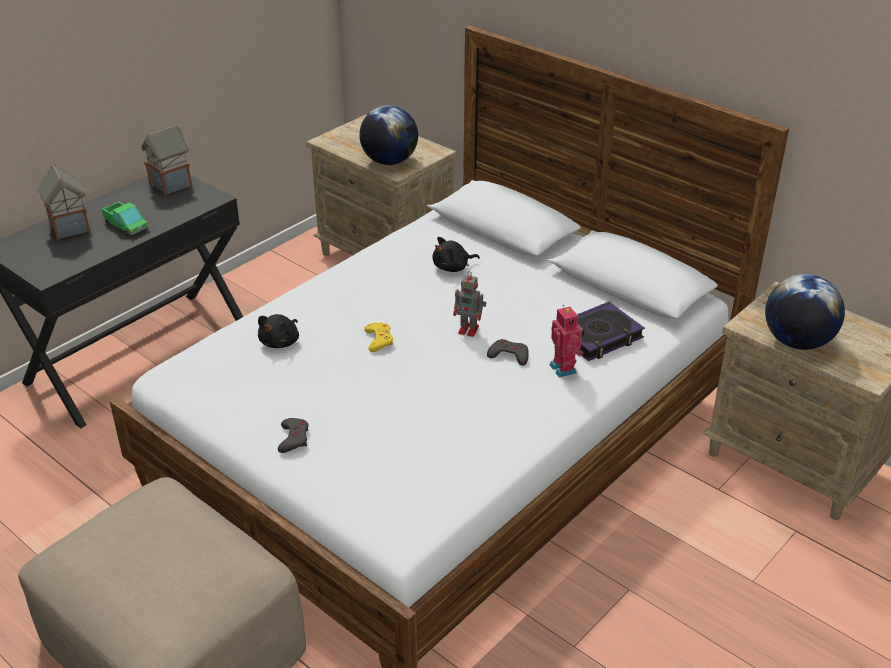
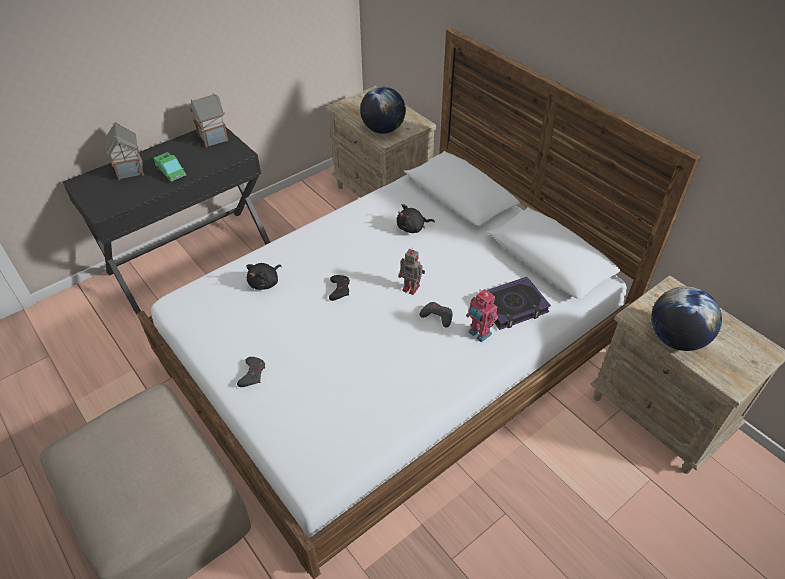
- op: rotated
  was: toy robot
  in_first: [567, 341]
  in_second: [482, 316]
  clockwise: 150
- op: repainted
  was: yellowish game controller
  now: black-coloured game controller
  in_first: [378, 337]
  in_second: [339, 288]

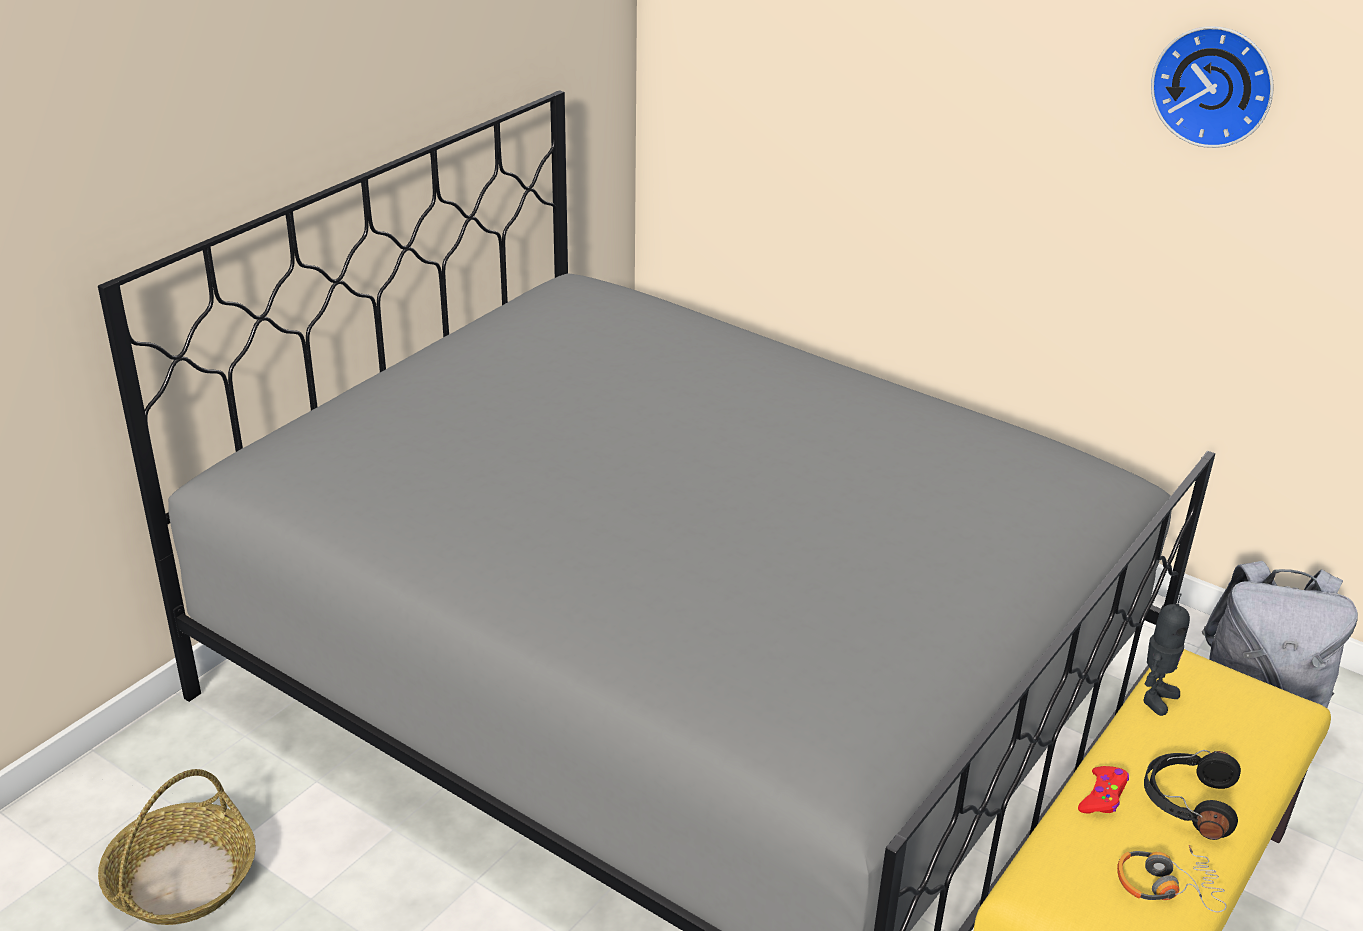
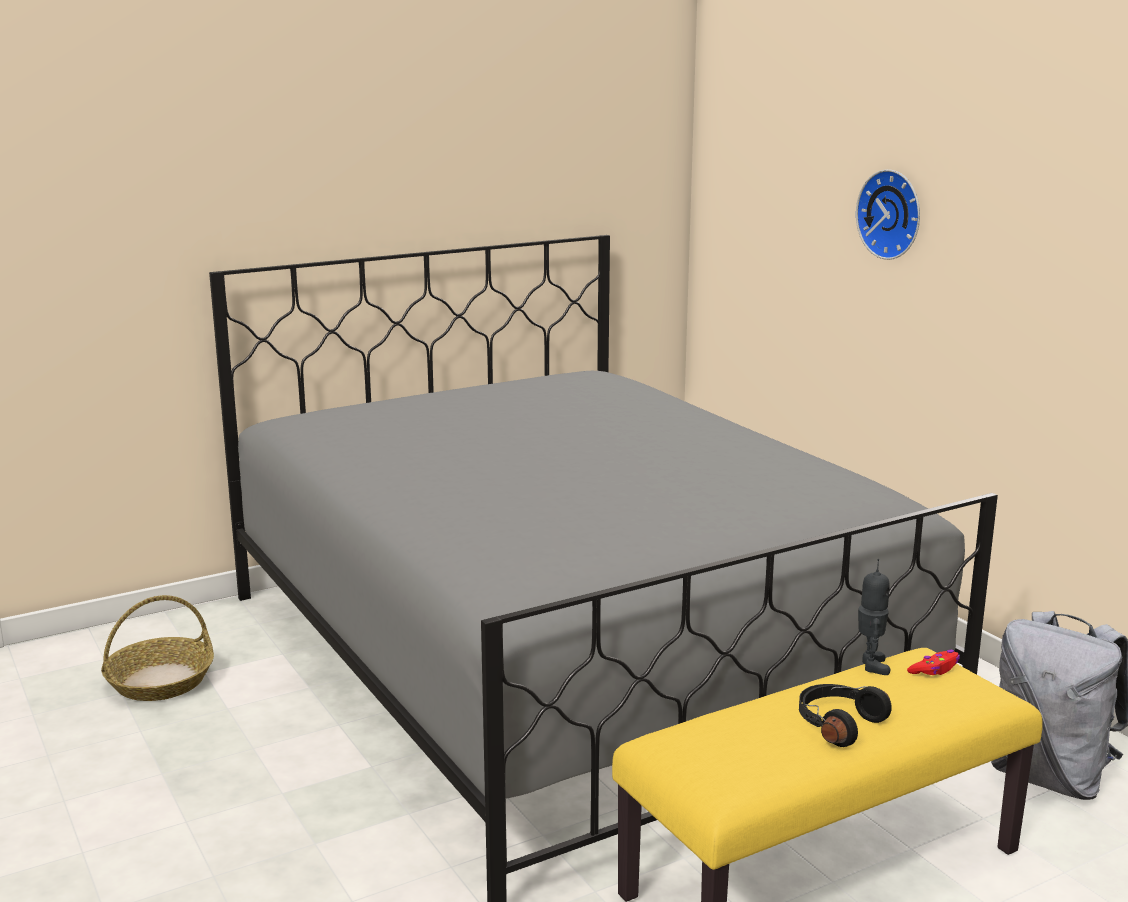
- op: shifted
  was: hanging clock
  in_first: [1212, 87]
  in_second: [888, 214]
- op: rotated
  was: toy robot
  in_first: [1166, 654]
  in_second: [874, 617]
  clockwise: -60
- op: shifted
  was: reddish game controller
  in_first: [1103, 790]
  in_second: [933, 662]
- op: gone
  was: pair of headphones
  in_first: [1171, 878]

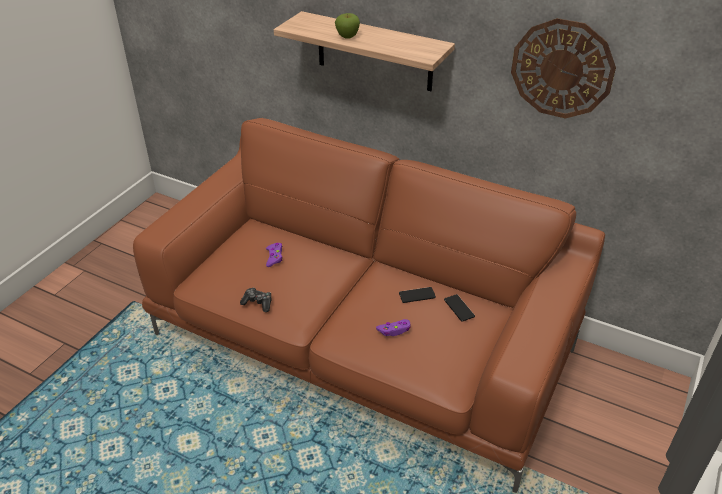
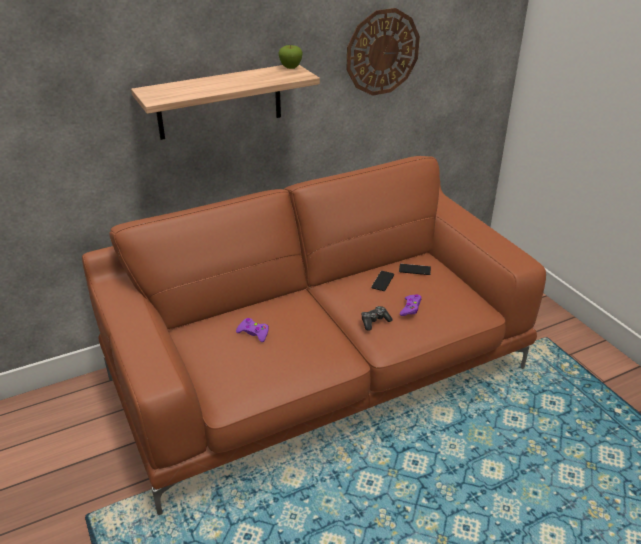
- op: shifted
  was: whole apple
  in_first: [347, 26]
  in_second: [290, 57]
- op: shifted
  was: game controller
  in_first: [255, 300]
  in_second: [377, 318]

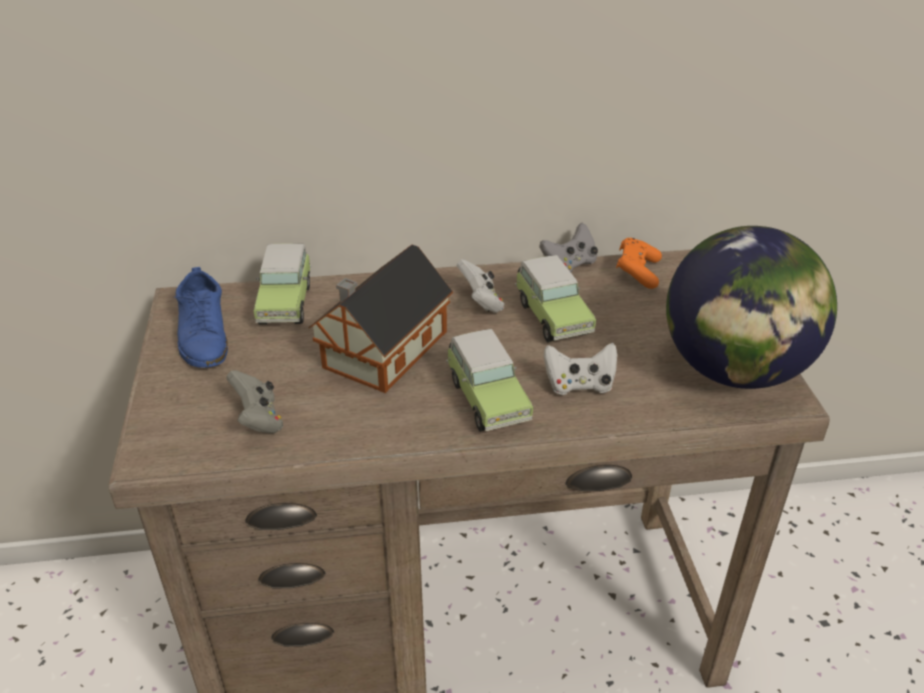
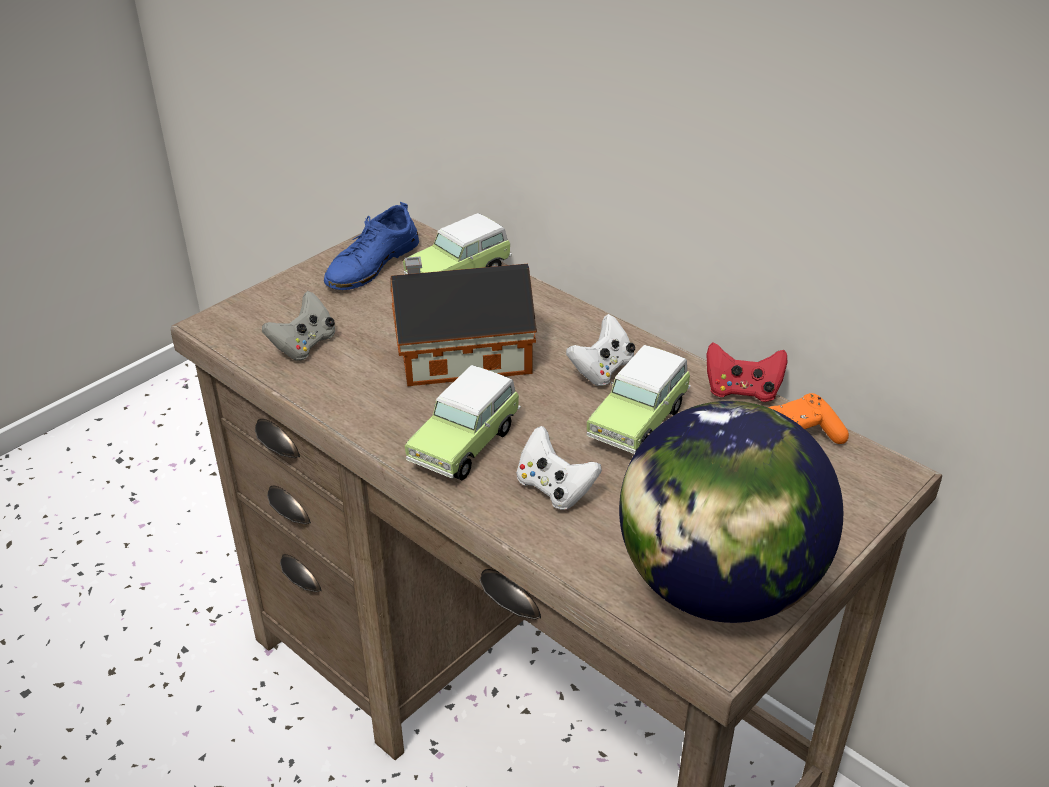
- op: repainted
  was: gray game controller
  now: reddish game controller
  in_first: [568, 247]
  in_second: [746, 372]

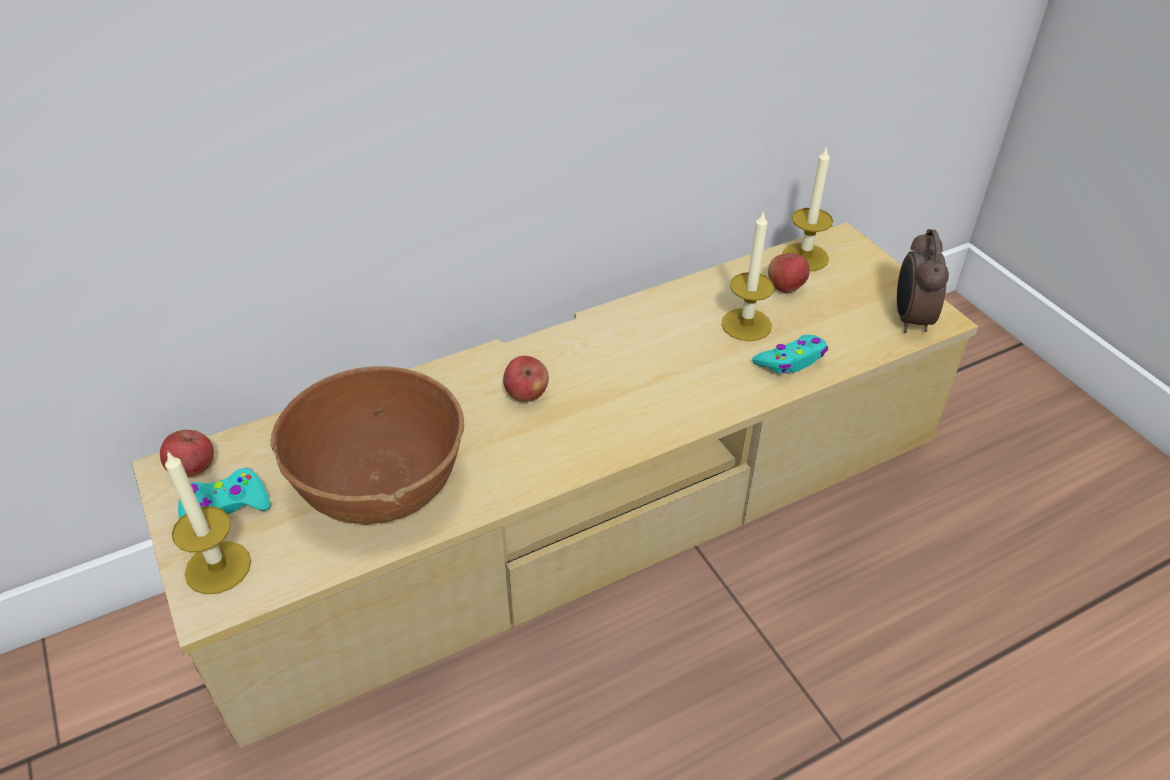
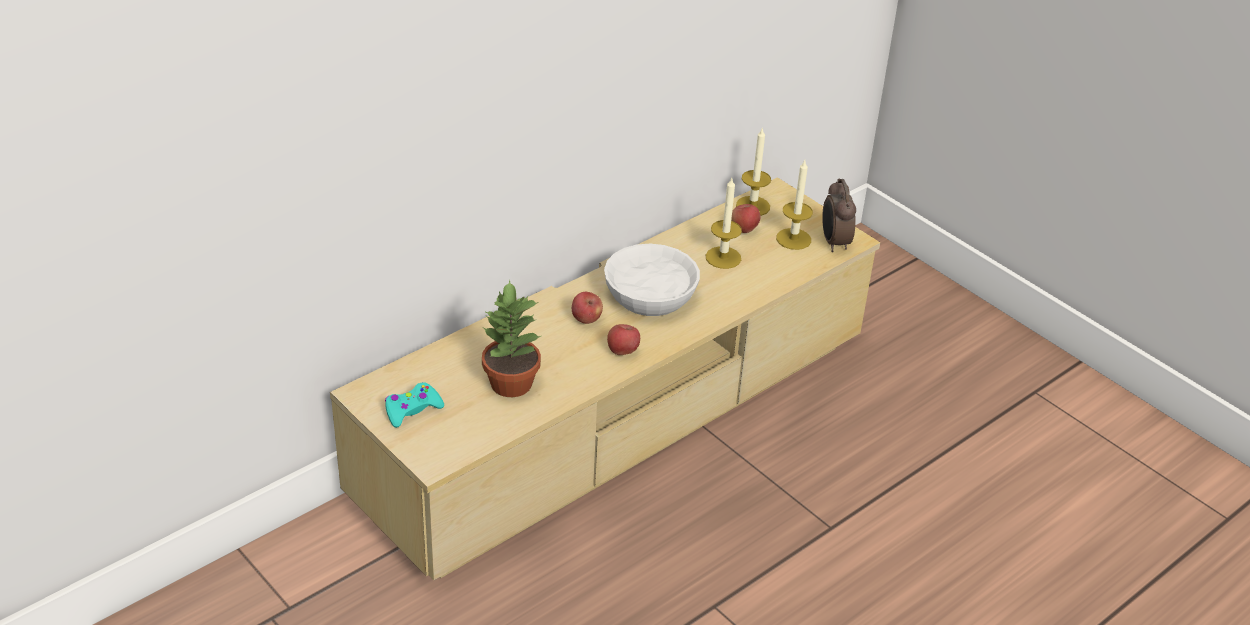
- op: gone
  was: turquoise-coloured game controller
  in_first: [790, 354]
- op: swapped
  was: brown serving bowl
  now: houseplant
  in_first: [367, 445]
  in_second: [511, 338]
- op: shifted
  was: whole apple
  in_first: [187, 453]
  in_second: [623, 339]
- op: shifted
  was: candle
  in_first: [208, 522]
  in_second: [794, 205]
- op: new
  now: whitish serving bowl
  in_second: [652, 280]

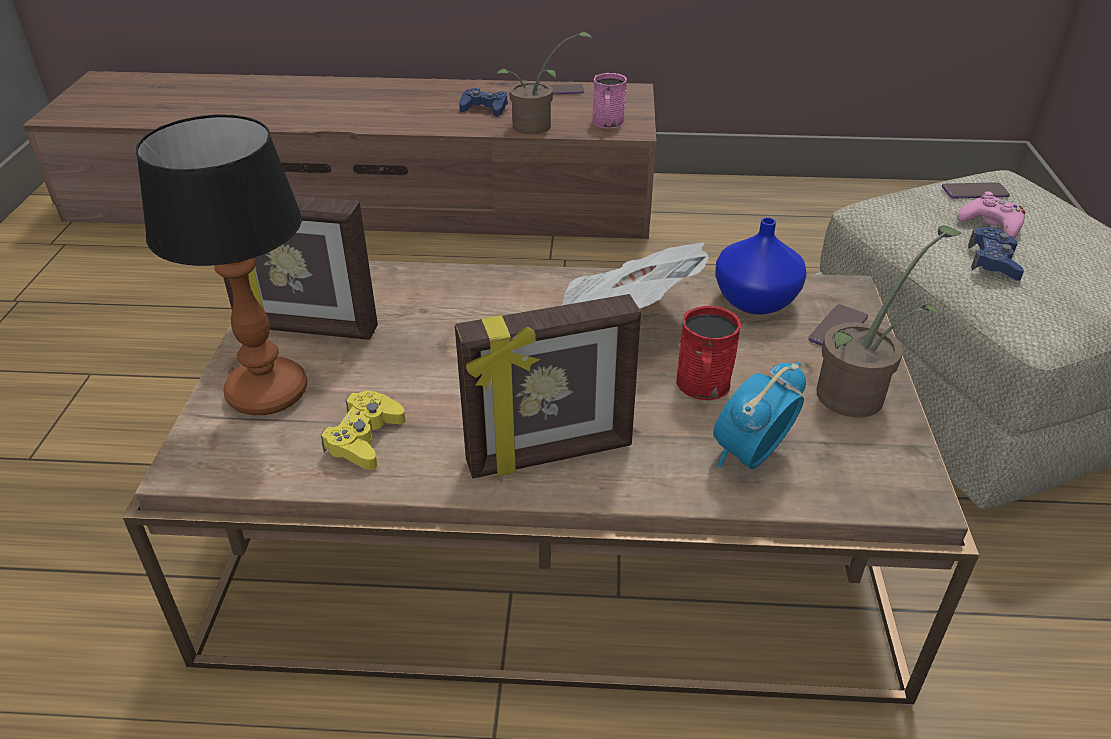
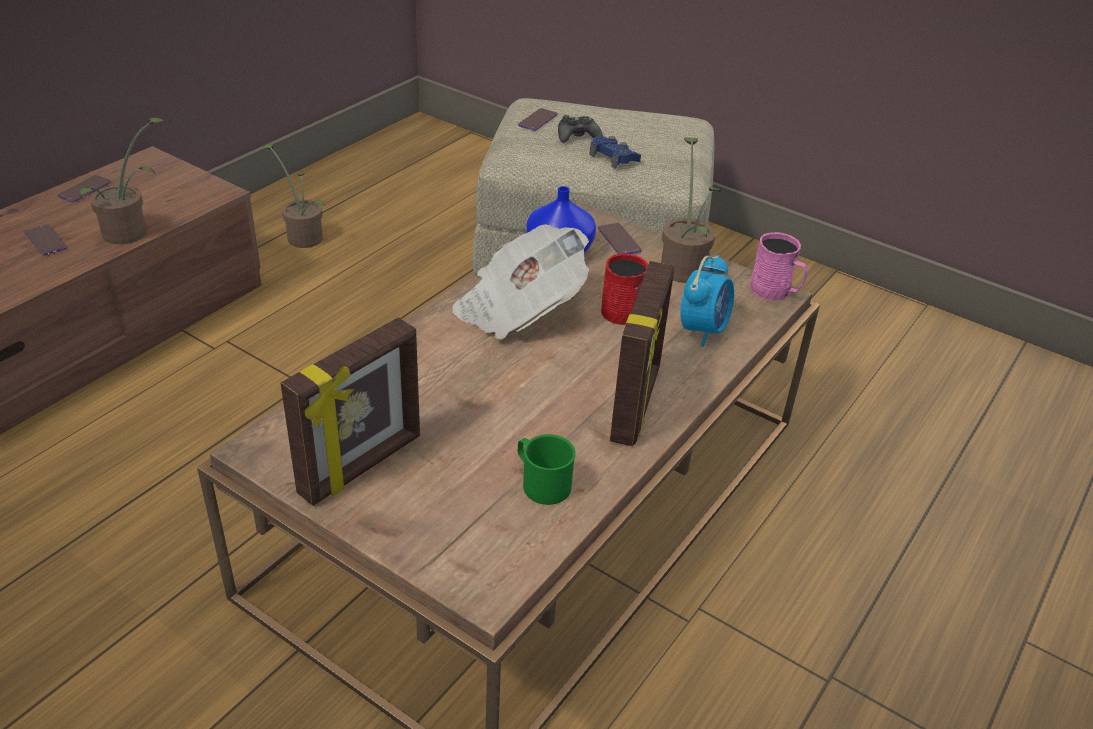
- op: shifted
  was: pinkish mug
  in_first: [609, 100]
  in_second: [778, 266]
- op: swapped
  was: blue game controller
  now: phone
  in_first: [483, 102]
  in_second: [45, 239]
- op: gone
  was: tabletop lamp
  in_first: [221, 264]
- op: repainted
  was: pinkish game controller
  now: black-coloured game controller
  in_first: [991, 214]
  in_second: [580, 129]
- op: rotated
  was: table clock
  in_first: [759, 415]
  in_second: [707, 301]
  clockwise: -135
- op: swapped
  was: yellowish game controller
  now: green mug
  in_first: [363, 430]
  in_second: [547, 469]
- op: new
  now: houseplant
  in_second: [293, 196]

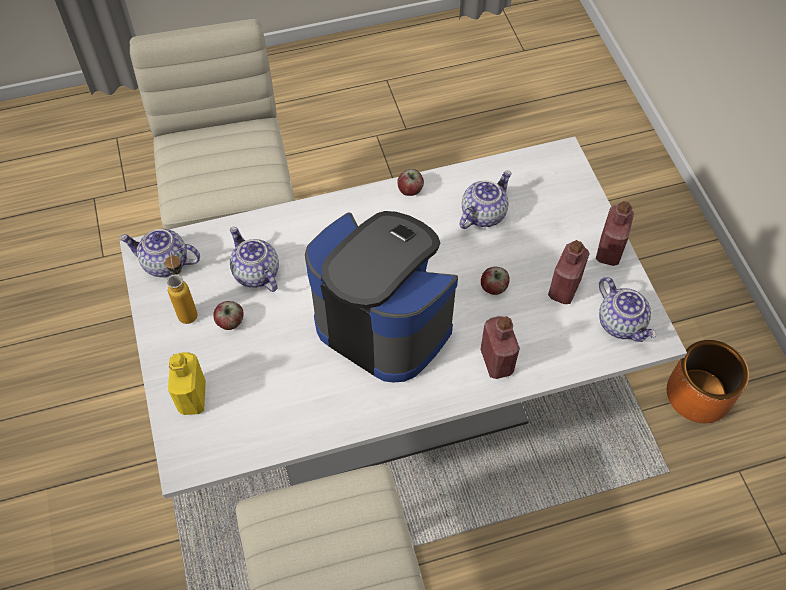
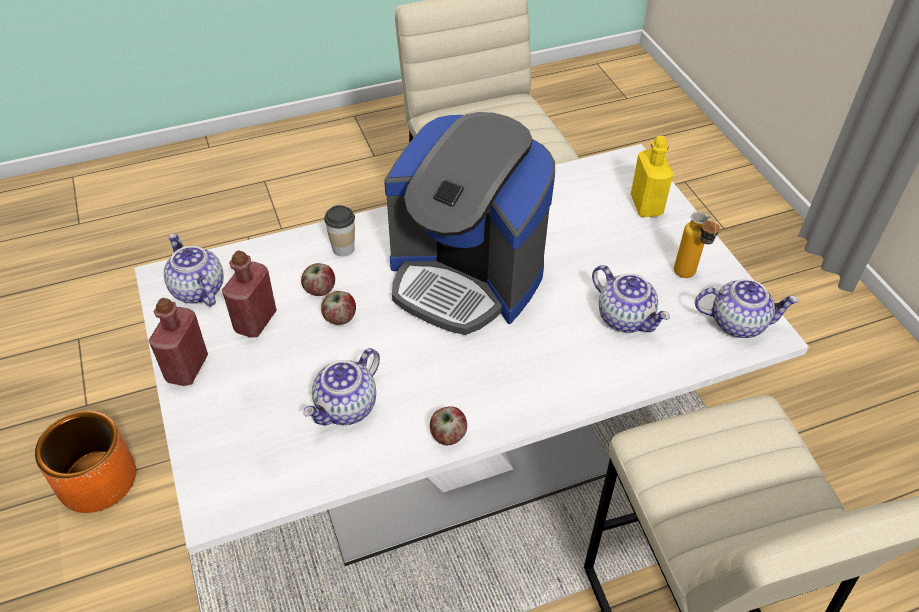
- op: shifted
  was: whole apple
  in_first: [228, 315]
  in_second: [318, 279]
- op: swapped
  was: reddish bottle
  now: drinking cup
  in_first: [500, 347]
  in_second: [339, 230]

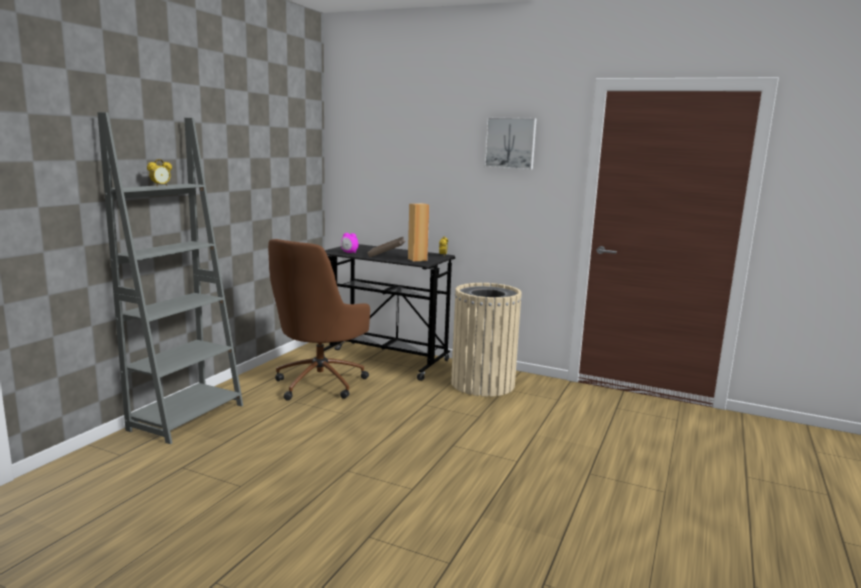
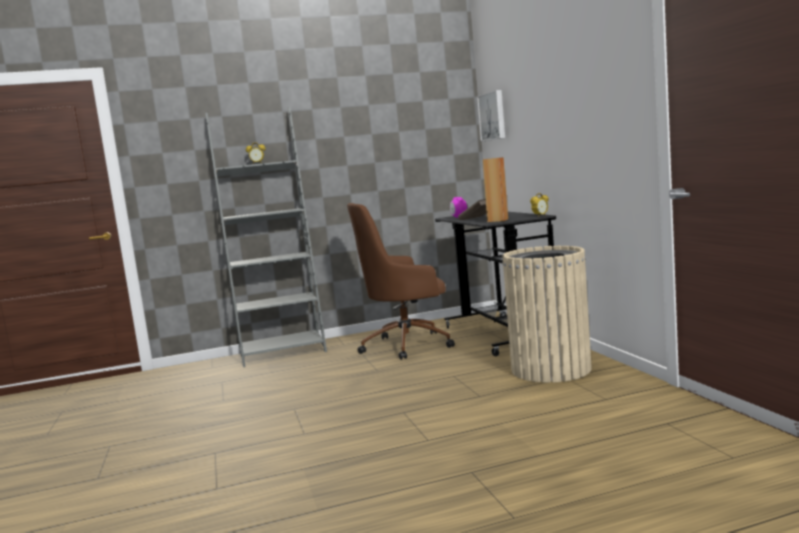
- op: shifted
  was: picture
  in_first: [510, 143]
  in_second: [491, 116]

